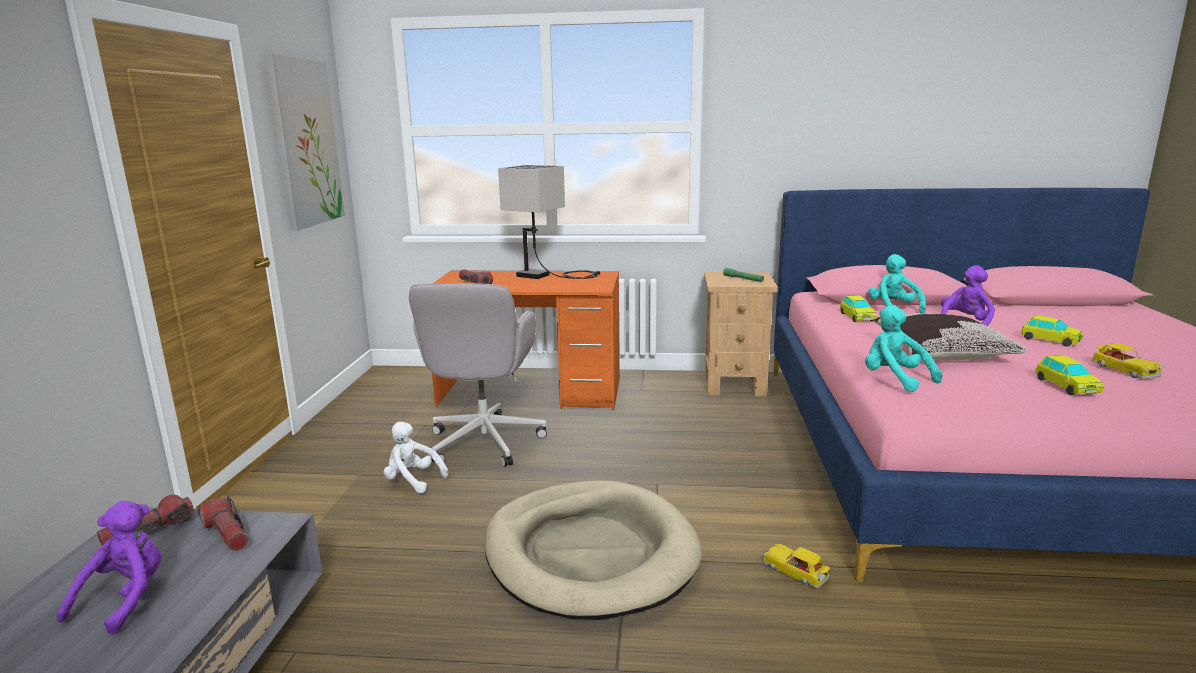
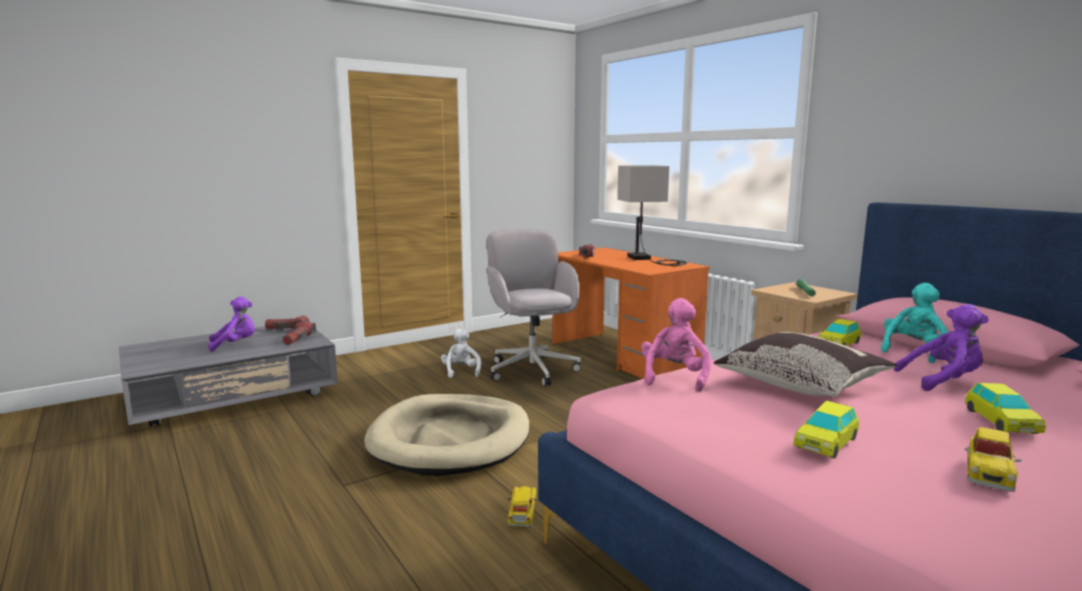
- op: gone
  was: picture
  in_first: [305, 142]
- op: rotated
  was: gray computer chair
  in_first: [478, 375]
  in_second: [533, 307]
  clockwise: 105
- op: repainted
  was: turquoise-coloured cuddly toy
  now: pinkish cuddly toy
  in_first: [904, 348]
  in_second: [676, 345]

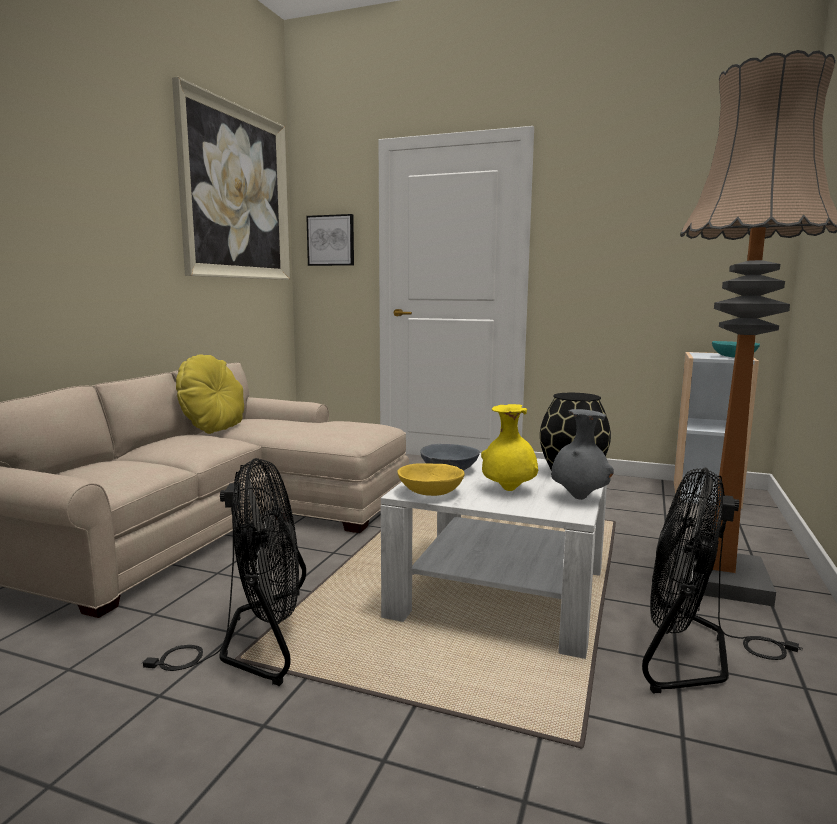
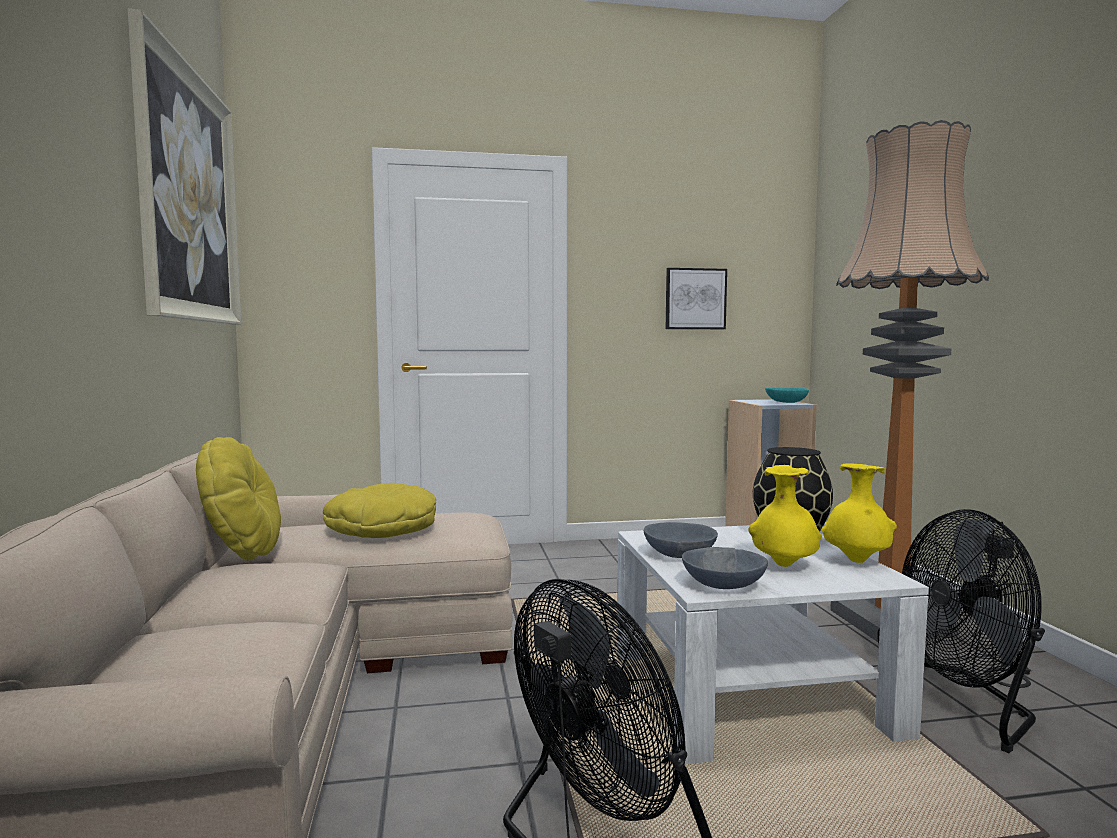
- op: shifted
  was: picture
  in_first: [330, 240]
  in_second: [696, 298]
- op: repainted
  was: gray decorative vase
  now: yellowish decorative vase
  in_first: [582, 454]
  in_second: [859, 513]
- op: repainted
  was: yellowish serving bowl
  now: gray serving bowl
  in_first: [431, 479]
  in_second: [725, 568]
- op: new
  now: yellowish cushion
  in_second: [379, 510]

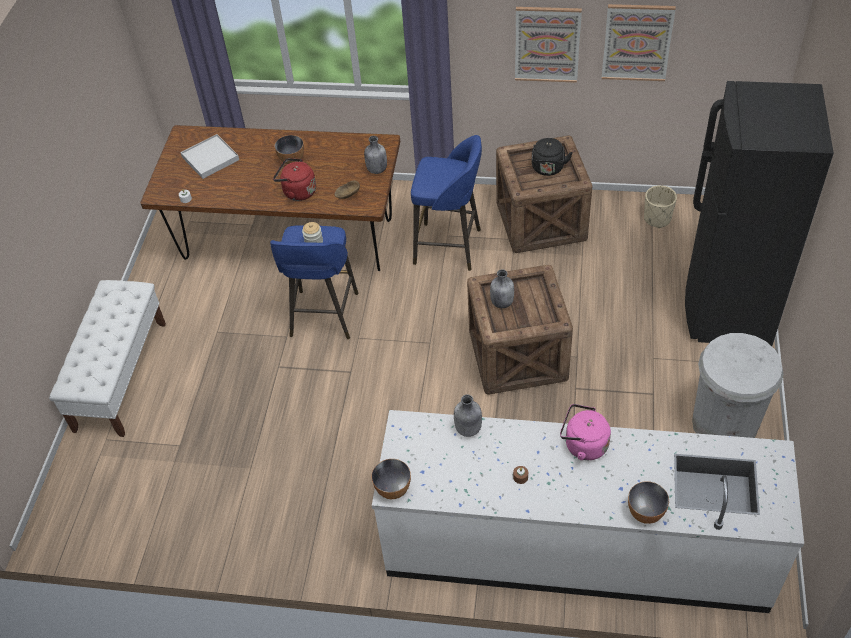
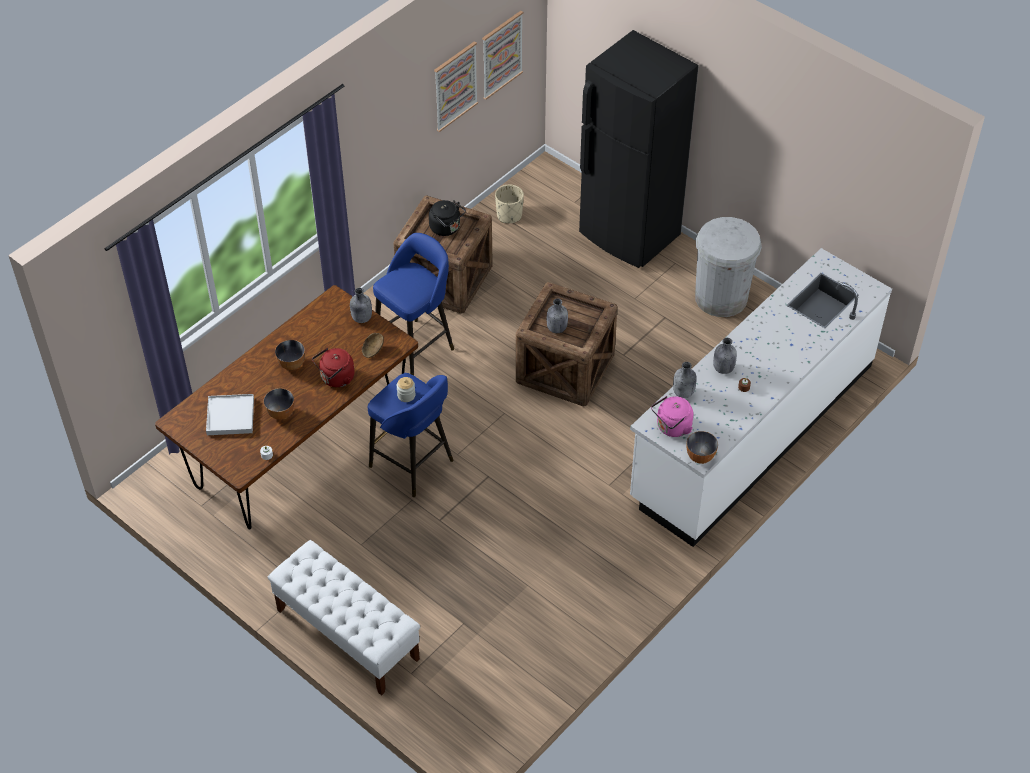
- op: shifted
  was: picture
  in_first: [548, 45]
  in_second: [502, 55]
- op: shifted
  was: pinkish water kettle
  in_first: [585, 432]
  in_second: [672, 416]
- op: shifted
  was: serving bowl
  in_first: [648, 502]
  in_second: [279, 404]
- op: new
  now: gray bottle
  in_second: [725, 356]

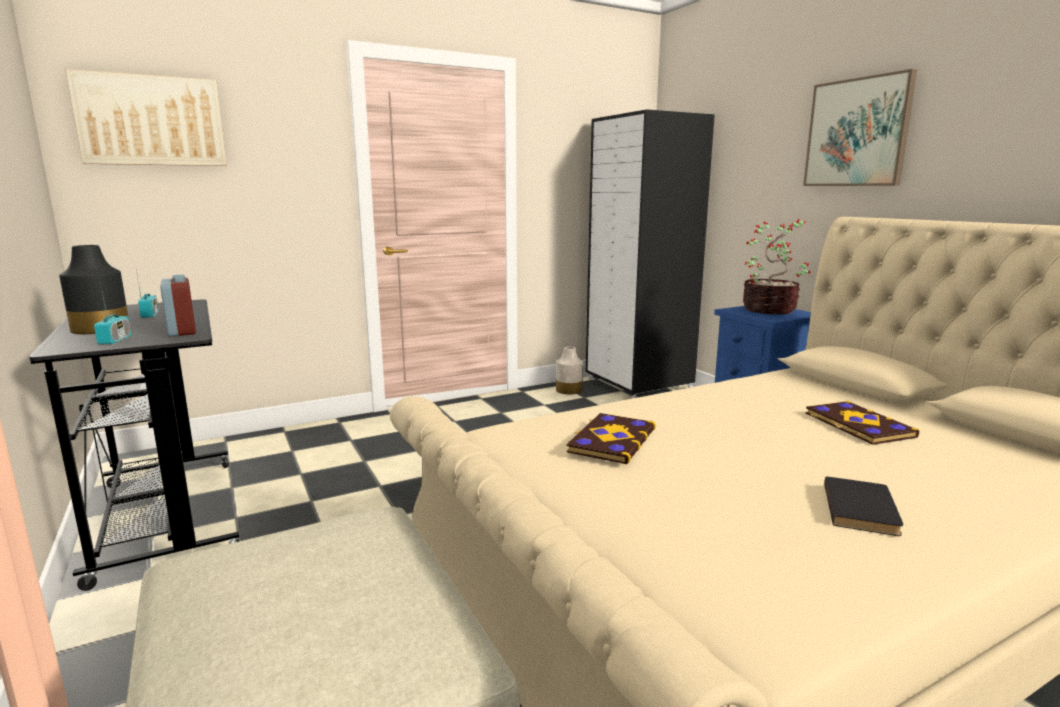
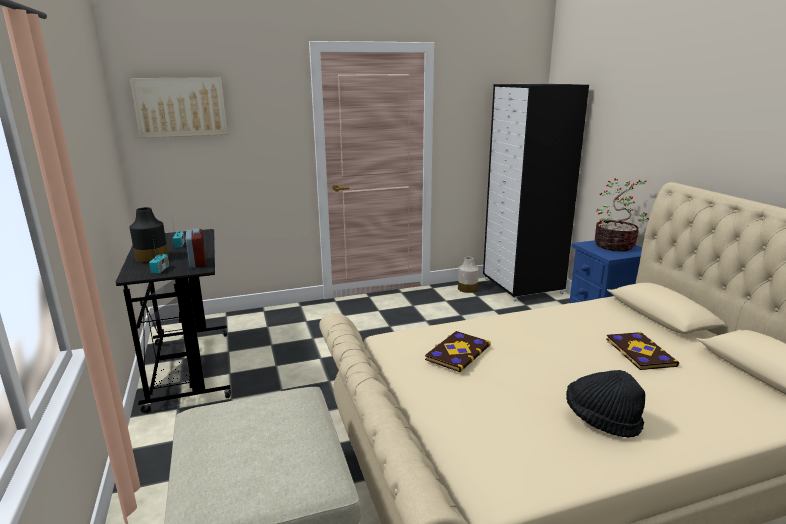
- op: gone
  was: picture
  in_first: [860, 127]
- op: swapped
  was: black-coloured book
  now: black-coloured hat
  in_first: [863, 506]
  in_second: [605, 404]

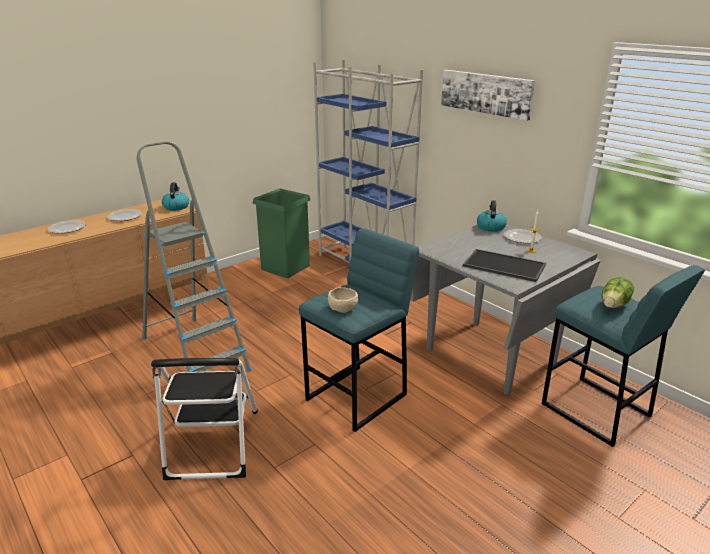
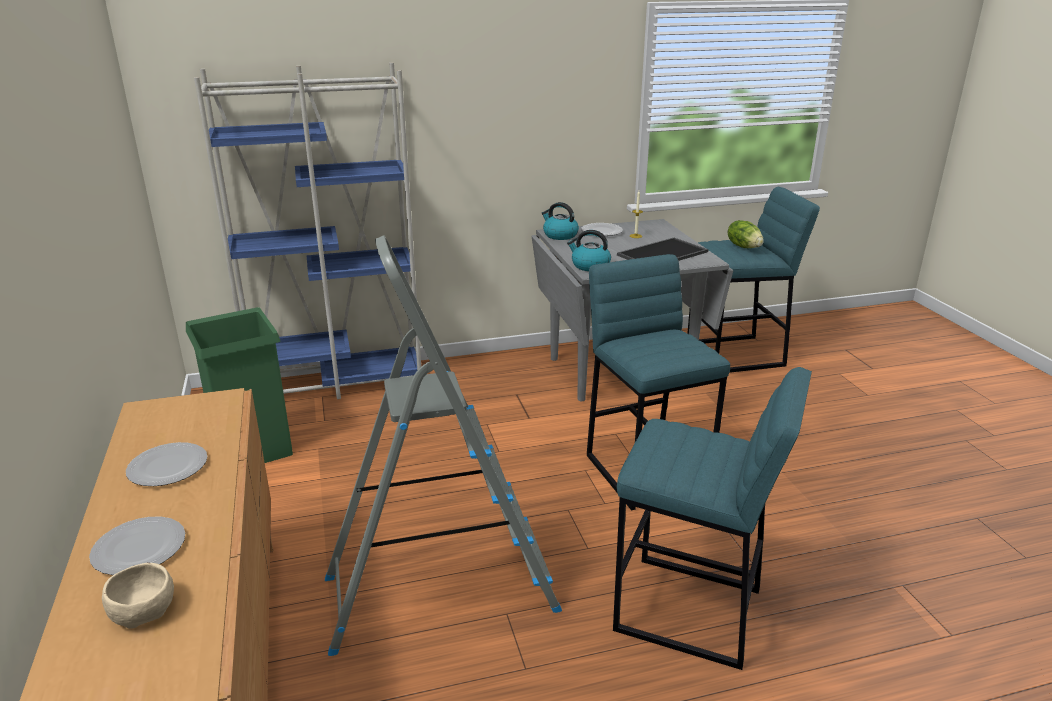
- op: gone
  was: picture
  in_first: [488, 95]
- op: shifted
  was: water kettle
  in_first: [175, 196]
  in_second: [589, 250]
- op: shifted
  was: sand-coloured serving bowl
  in_first: [343, 300]
  in_second: [138, 596]
- op: swapped
  was: stepladder
  now: turquoise-coloured stool
  in_first: [204, 419]
  in_second: [712, 518]

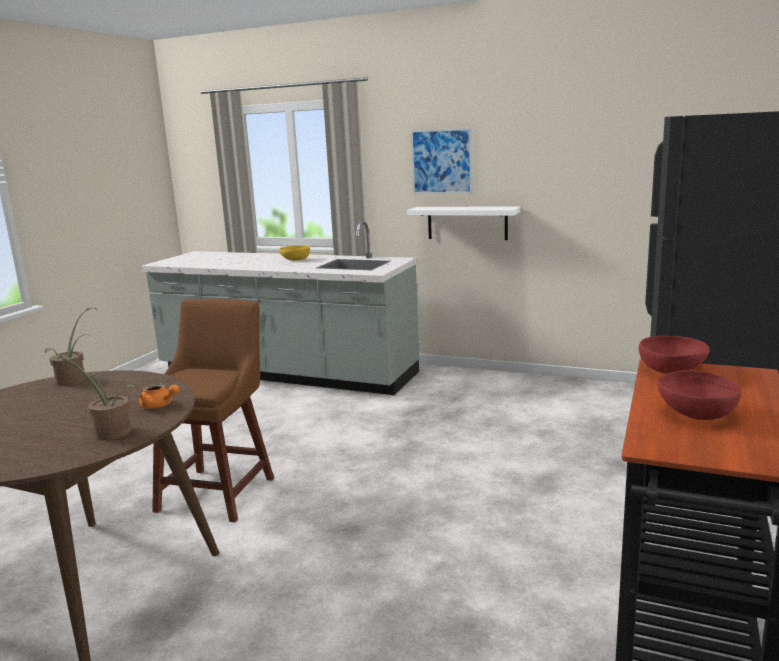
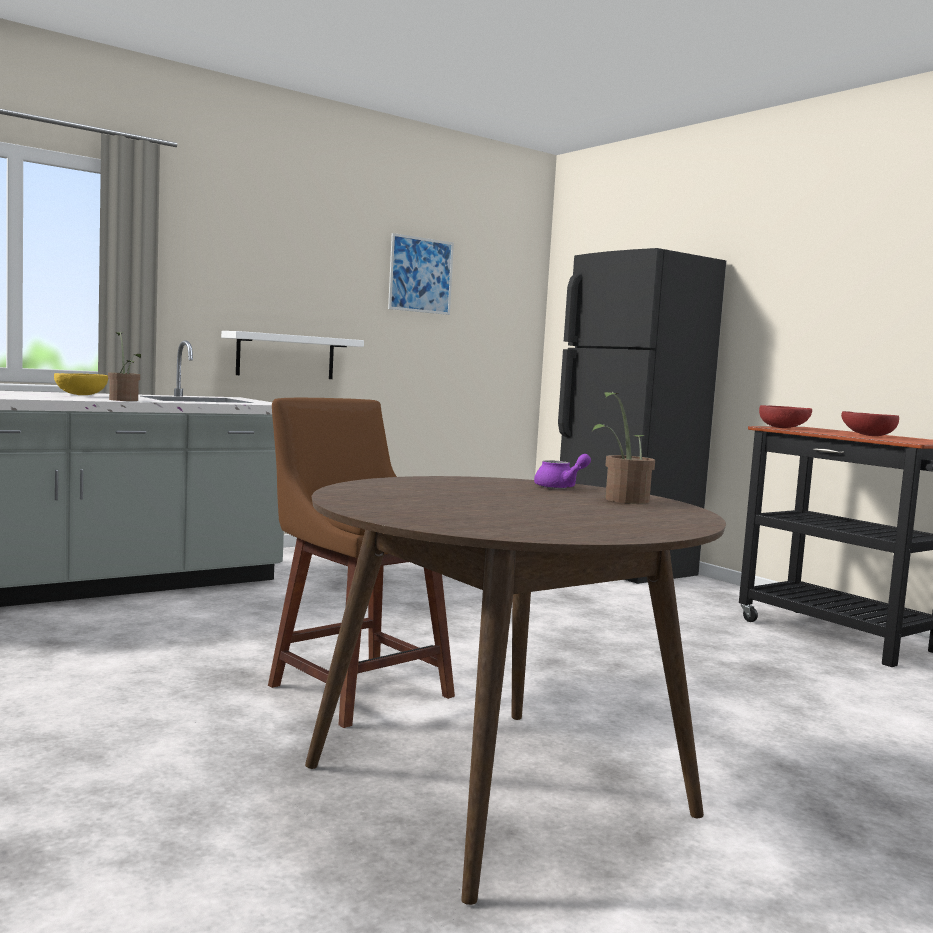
- op: shifted
  was: picture
  in_first: [442, 160]
  in_second: [421, 274]
- op: shifted
  was: houseplant
  in_first: [70, 347]
  in_second: [124, 366]
- op: repainted
  was: orange-coloured tea pot
  now: purplish tea pot
  in_first: [159, 395]
  in_second: [562, 471]

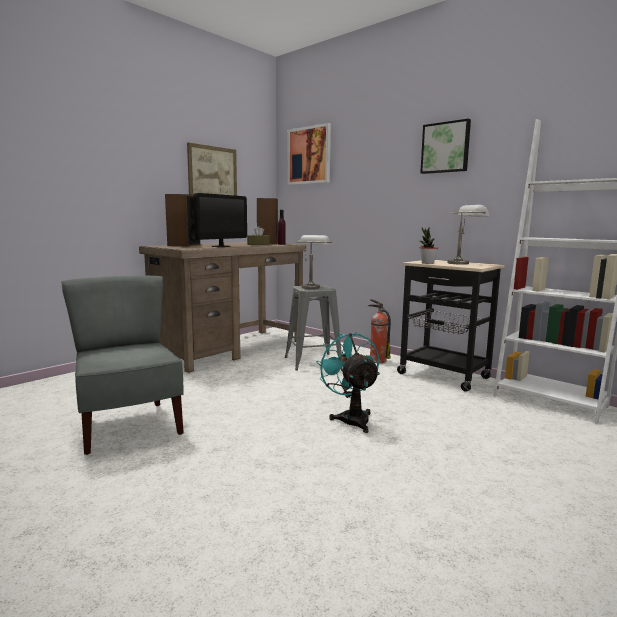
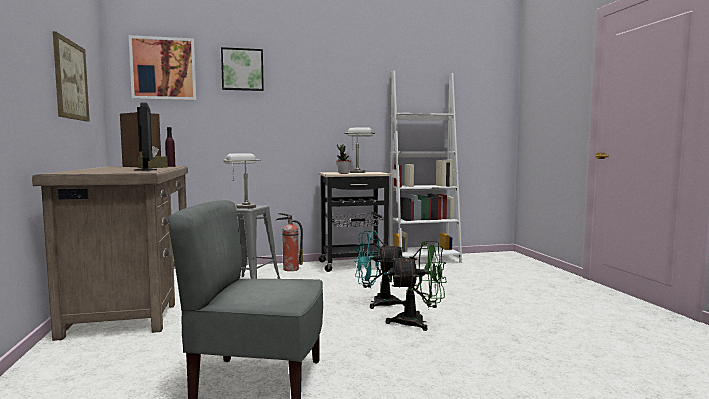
- op: shifted
  was: picture
  in_first: [445, 146]
  in_second: [242, 69]
- op: gone
  was: loudspeaker
  in_first: [182, 220]
- op: new
  now: green electric fan
  in_second: [416, 286]

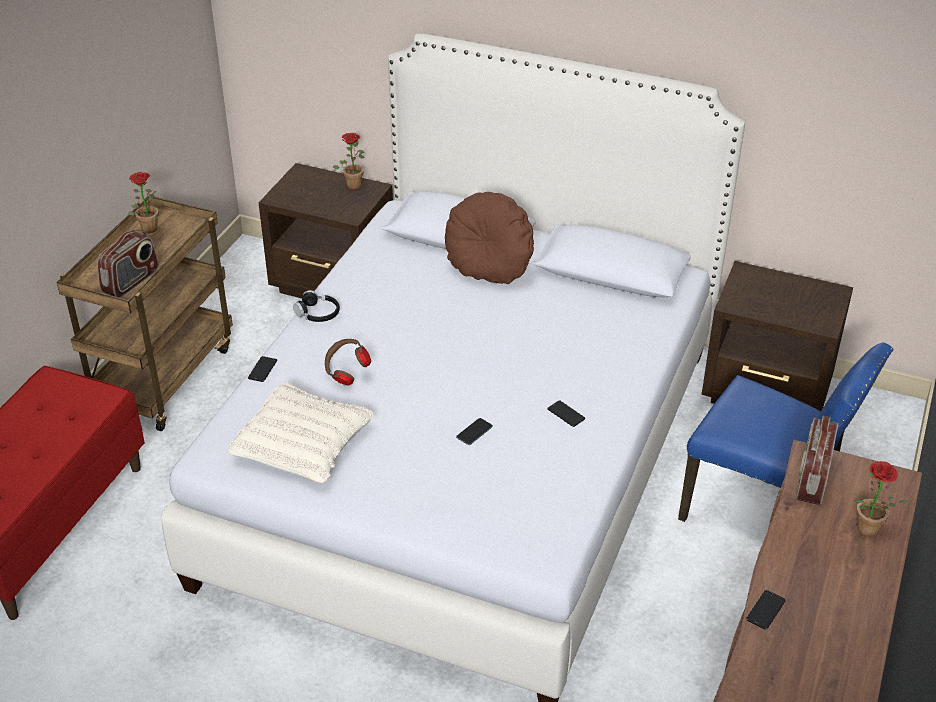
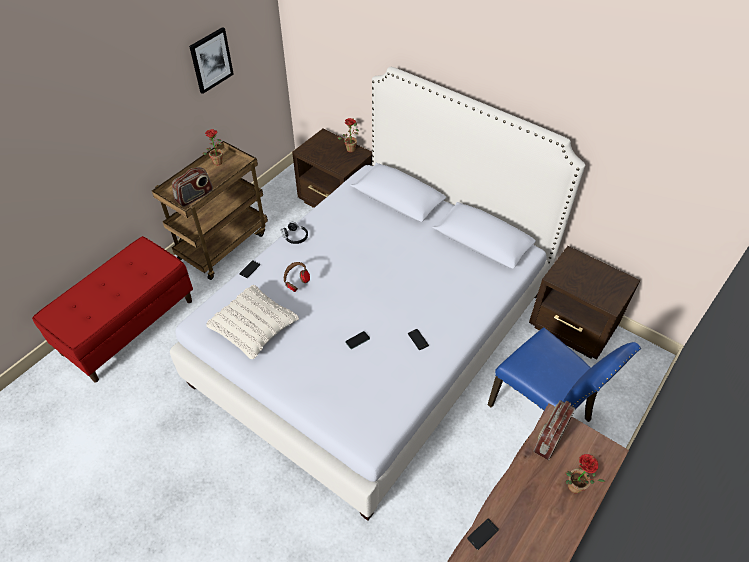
- op: gone
  was: brown cushion
  in_first: [489, 238]
- op: new
  now: picture
  in_second: [211, 60]

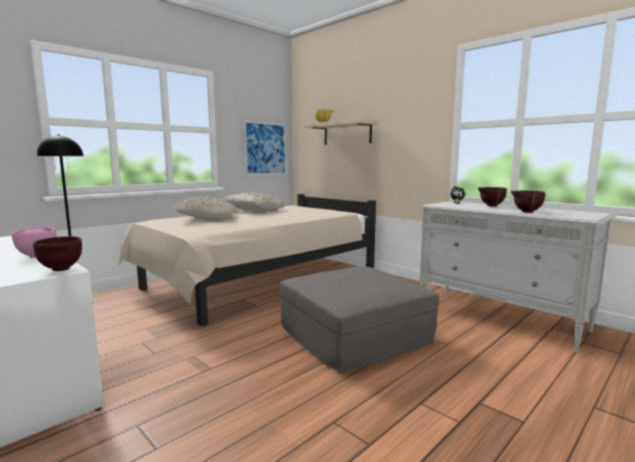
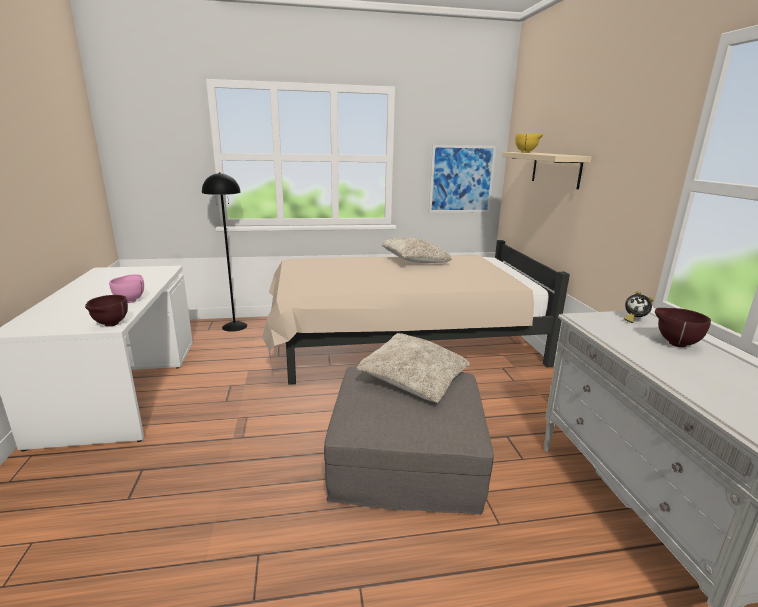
- op: gone
  was: brown serving bowl
  in_first: [528, 202]
- op: shifted
  was: sand-coloured cushion
  in_first: [205, 208]
  in_second: [413, 368]

